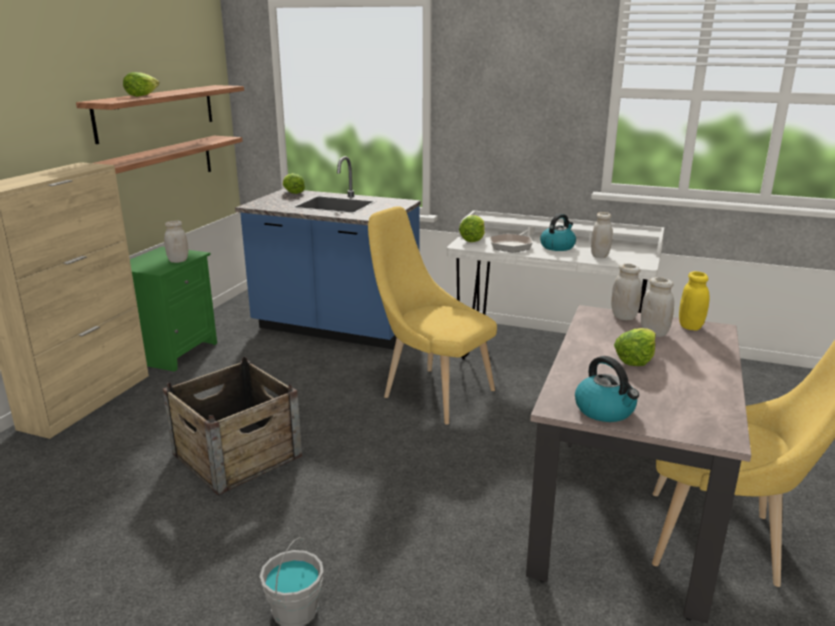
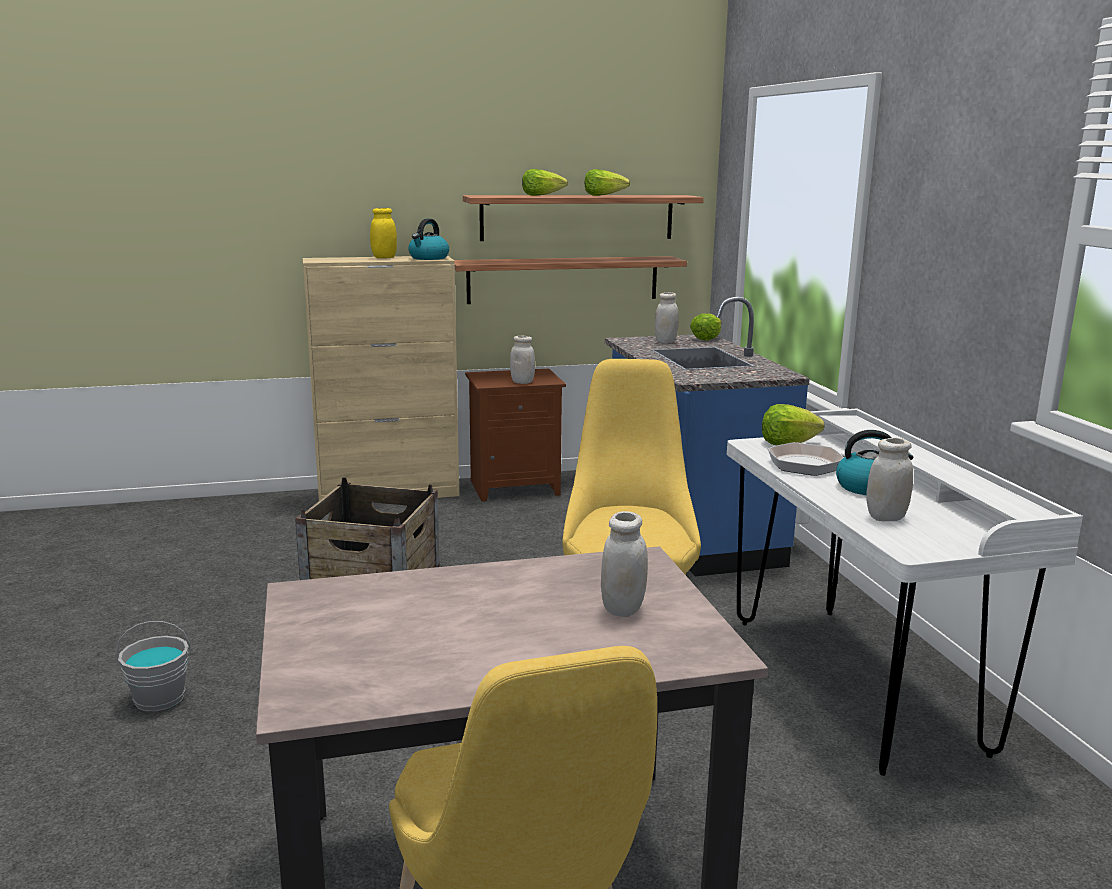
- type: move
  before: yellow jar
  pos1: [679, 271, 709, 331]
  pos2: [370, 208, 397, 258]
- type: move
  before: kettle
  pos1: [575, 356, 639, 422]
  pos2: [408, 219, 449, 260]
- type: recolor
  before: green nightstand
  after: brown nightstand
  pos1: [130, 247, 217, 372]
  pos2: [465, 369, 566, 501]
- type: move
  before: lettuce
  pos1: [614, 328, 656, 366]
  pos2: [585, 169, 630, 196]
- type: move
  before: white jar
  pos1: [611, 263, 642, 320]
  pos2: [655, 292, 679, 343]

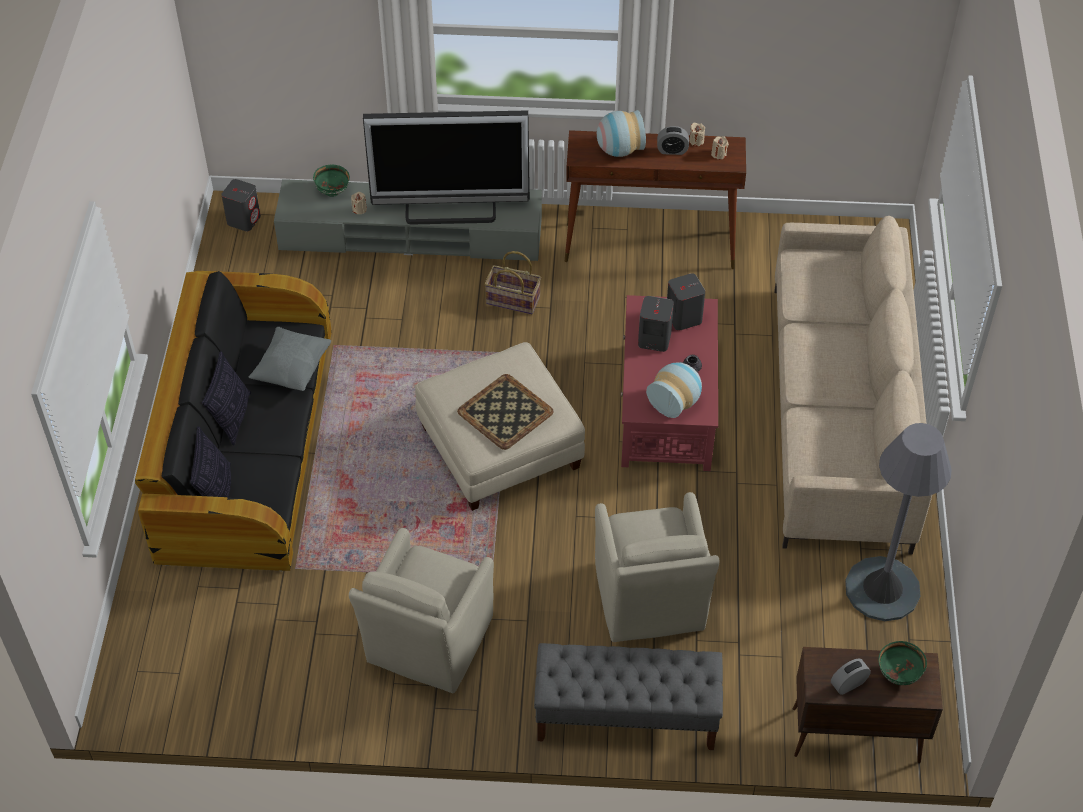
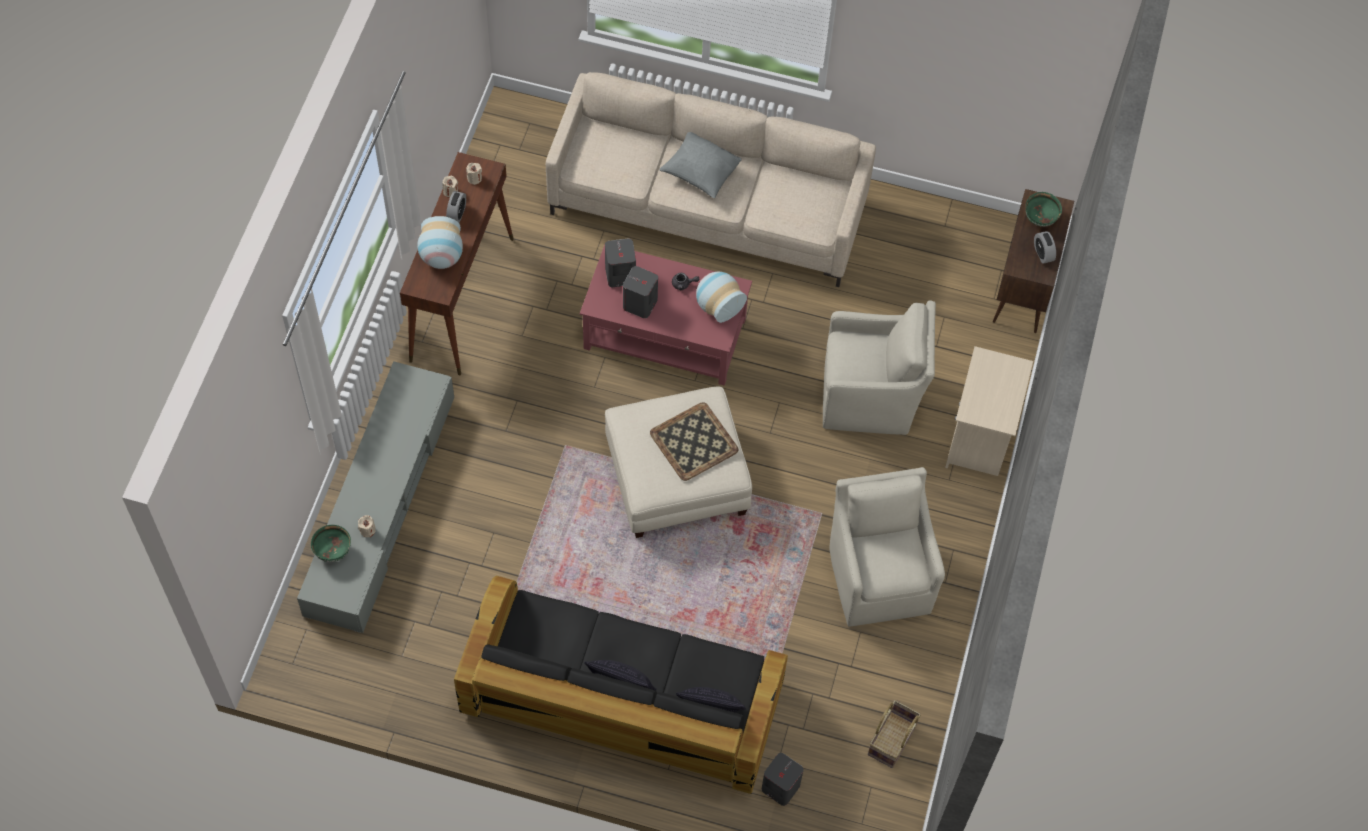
- type: move
  before: grey pillow
  pos1: [249, 327, 331, 391]
  pos2: [659, 132, 742, 198]
- type: move
  before: grey speaker
  pos1: [221, 179, 261, 231]
  pos2: [762, 753, 804, 806]
- type: rotate
  before: beige armchair
  pos1: [349, 528, 494, 693]
  pos2: [829, 467, 945, 627]
  turn: -135
- type: move
  before: basket
  pos1: [484, 251, 541, 314]
  pos2: [868, 700, 921, 768]
- type: replace
  before: grey bench
  after: beige nightstand
  pos1: [534, 643, 723, 750]
  pos2: [945, 346, 1033, 476]
- type: delete
  before: television
  pos1: [363, 110, 530, 225]
- type: delete
  before: grey floor lamp
  pos1: [845, 423, 952, 621]

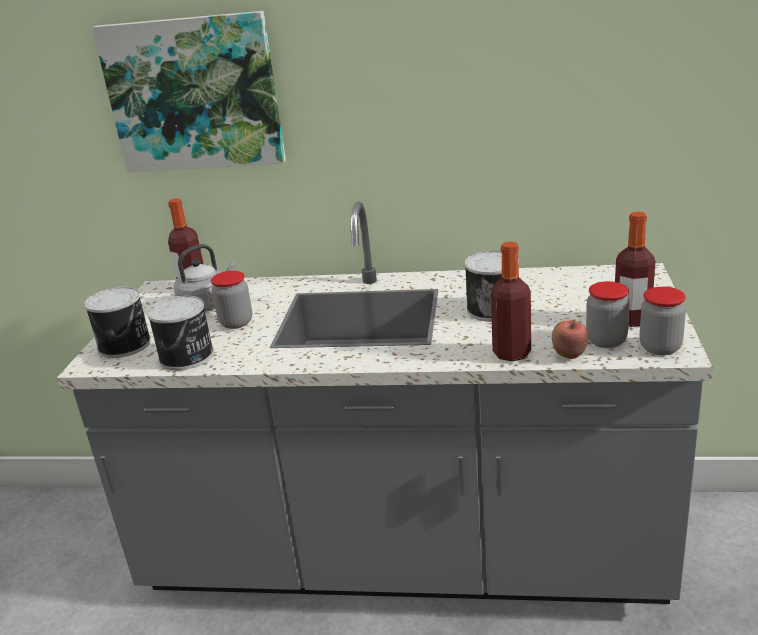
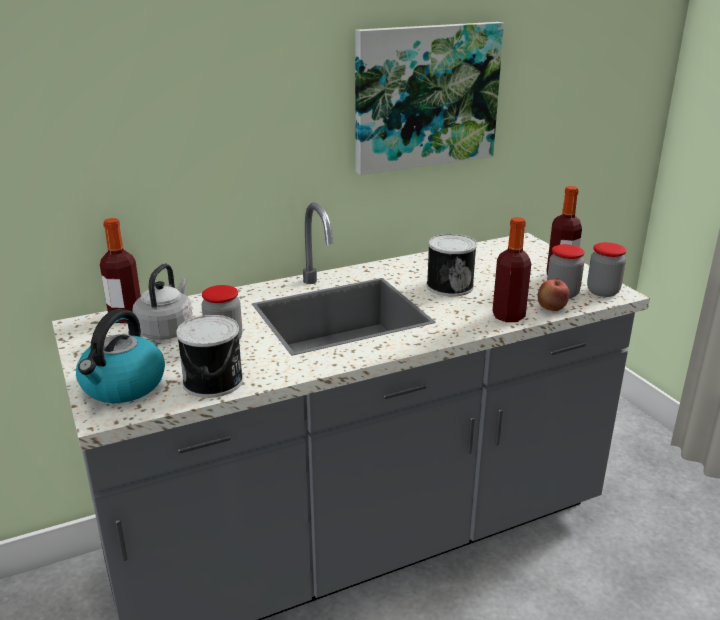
- type: replace
  before: can
  after: kettle
  pos1: [84, 287, 151, 358]
  pos2: [76, 309, 165, 403]
- type: move
  before: picture
  pos1: [92, 11, 286, 172]
  pos2: [355, 22, 504, 175]

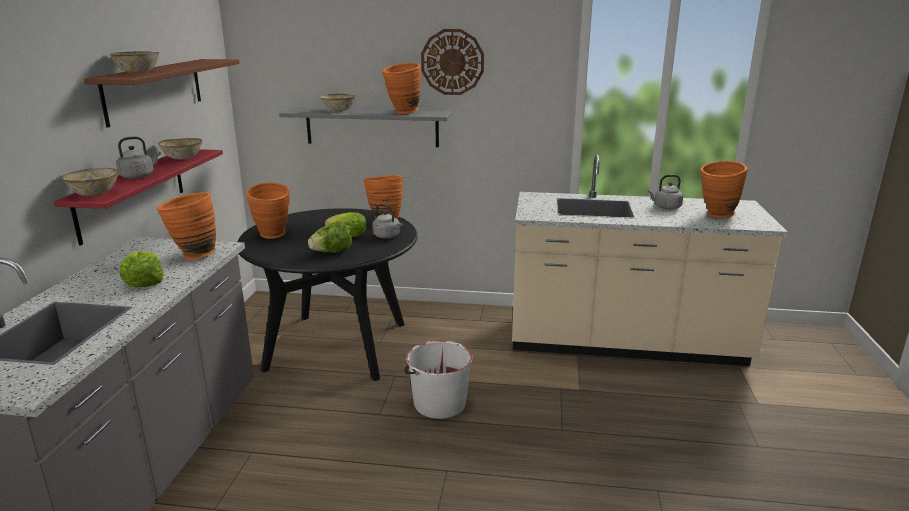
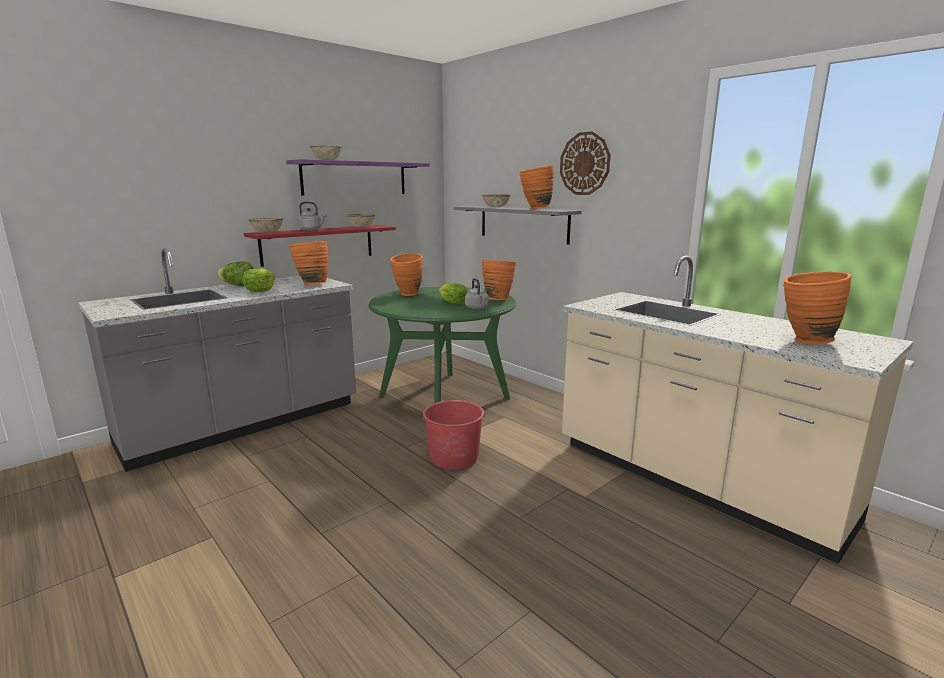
- type: move
  before: lettuce
  pos1: [308, 222, 352, 253]
  pos2: [217, 261, 254, 286]
- type: recolor
  before: brown shelf
  after: purple shelf
  pos1: [84, 59, 239, 128]
  pos2: [286, 159, 430, 196]
- type: recolor
  before: black dining table
  after: green dining table
  pos1: [237, 208, 418, 381]
  pos2: [368, 287, 516, 403]
- type: recolor
  before: white bucket
  after: red bucket
  pos1: [404, 340, 473, 419]
  pos2: [421, 400, 486, 470]
- type: delete
  before: grey kettle
  pos1: [648, 175, 683, 210]

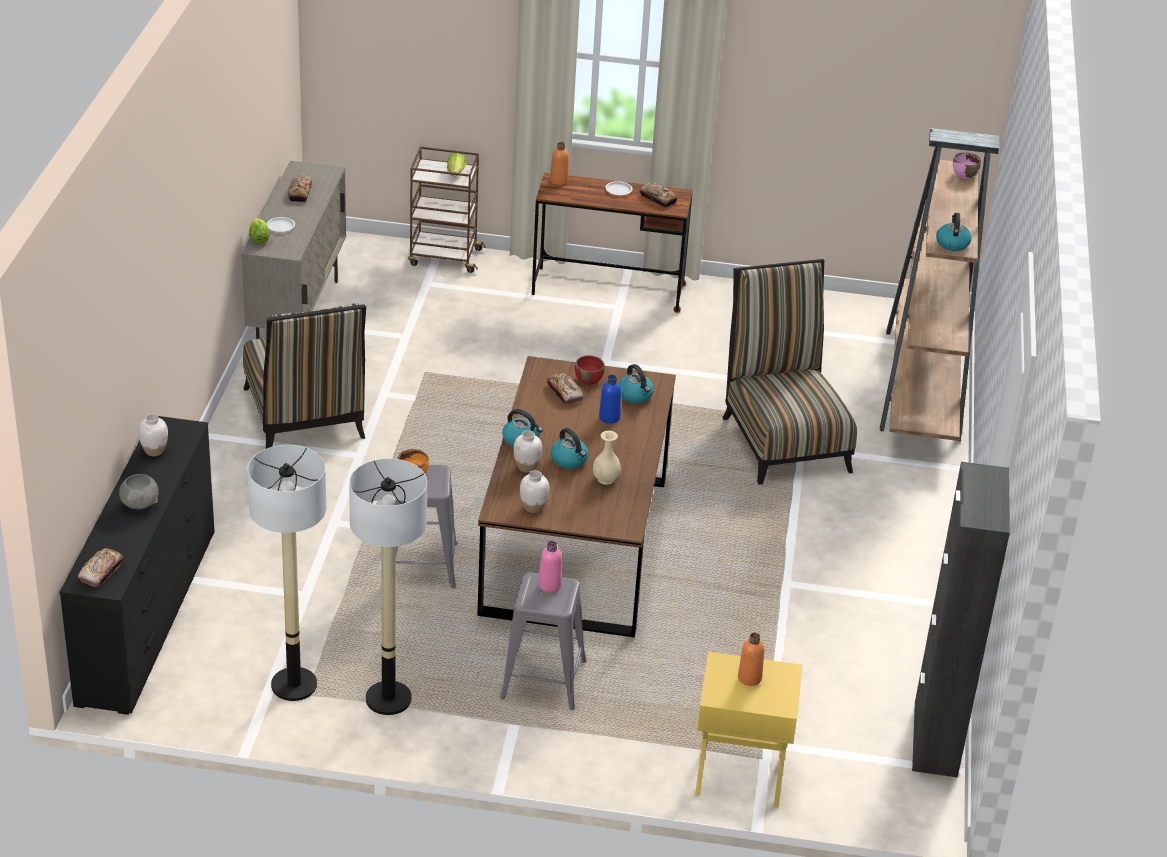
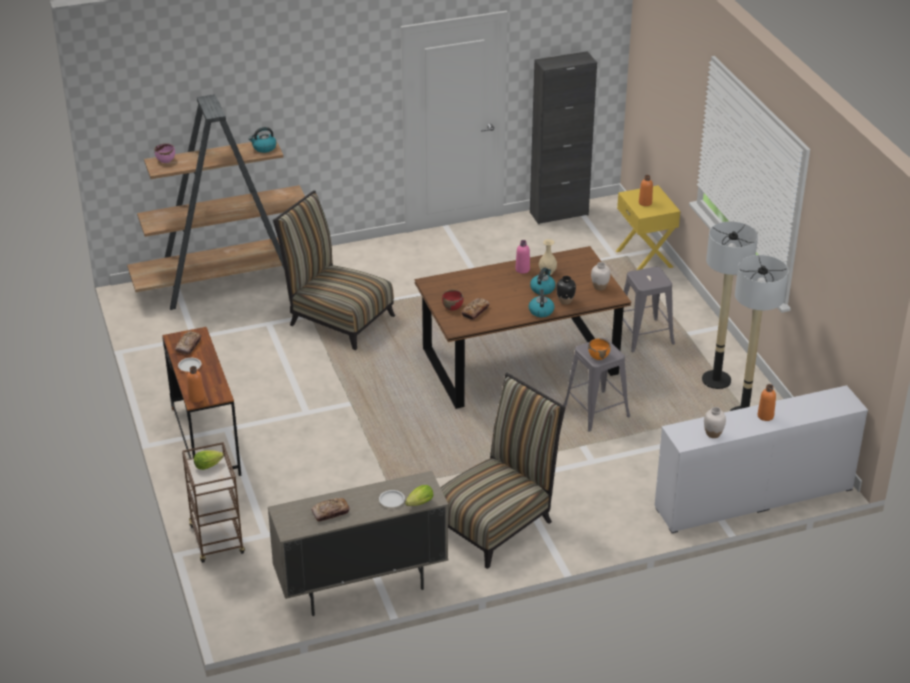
- type: rotate
  before: chair
  pos1: [722, 259, 857, 485]
  pos2: [273, 190, 395, 350]
  turn: 75
- type: move
  before: pink bottle
  pos1: [538, 541, 562, 592]
  pos2: [515, 240, 530, 274]
- type: recolor
  before: white vase
  after: black vase
  pos1: [513, 430, 542, 473]
  pos2: [556, 276, 576, 304]
- type: recolor
  before: black dresser
  after: white dresser
  pos1: [59, 416, 215, 715]
  pos2: [655, 385, 868, 533]
- type: replace
  before: grey bowl
  after: orange bottle
  pos1: [119, 474, 159, 509]
  pos2: [757, 384, 776, 421]
- type: delete
  before: bread
  pos1: [78, 548, 123, 587]
- type: delete
  before: blue bottle
  pos1: [599, 375, 621, 424]
- type: delete
  before: kettle
  pos1: [619, 364, 654, 404]

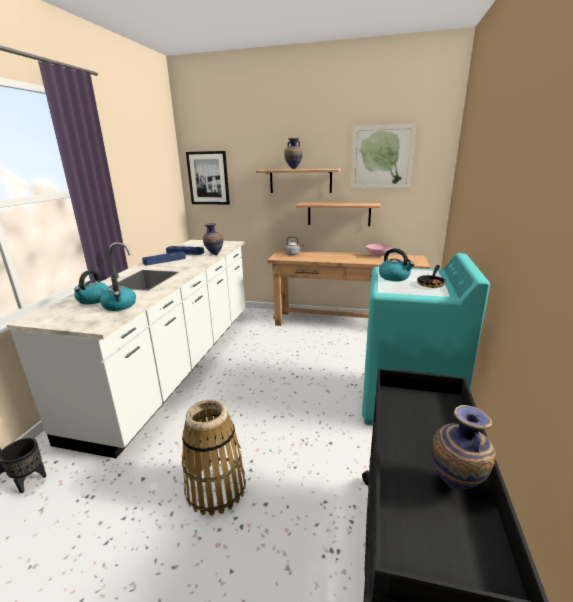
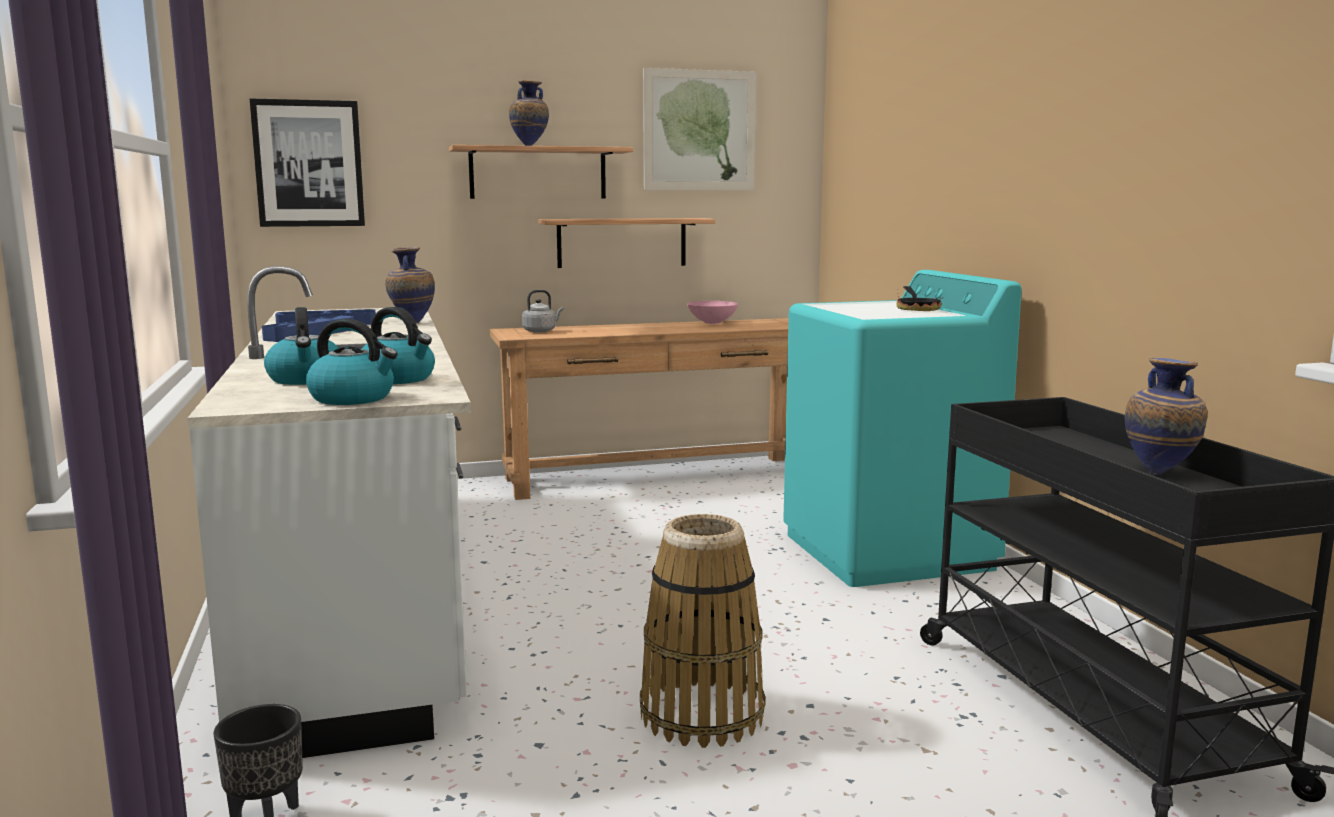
- type: move
  before: kettle
  pos1: [379, 248, 415, 281]
  pos2: [306, 319, 398, 405]

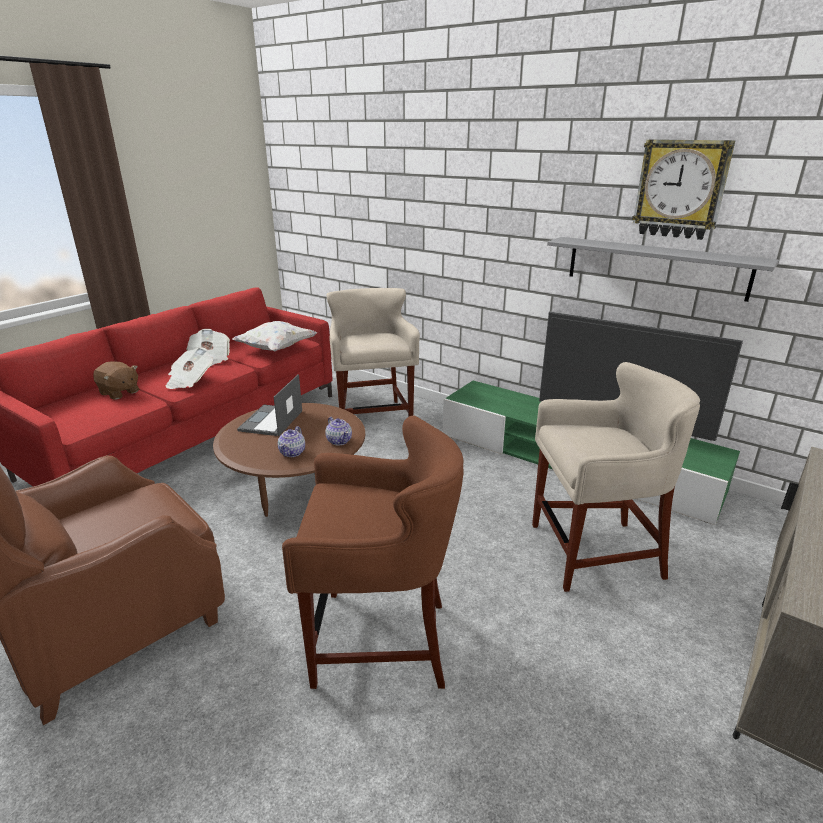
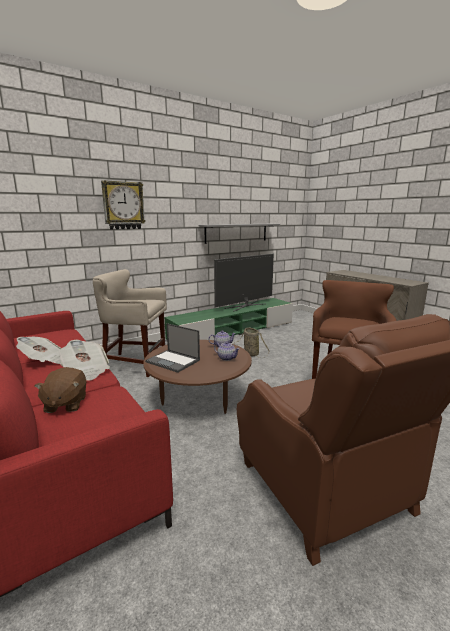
- type: rotate
  before: brown plush toy
  pos1: [93, 361, 139, 400]
  pos2: [35, 367, 86, 413]
  turn: 120
- type: move
  before: wall clock
  pos1: [632, 139, 735, 240]
  pos2: [101, 180, 145, 230]
- type: insert
  after: basket
  pos2: [235, 328, 270, 358]
- type: delete
  before: white pillow
  pos1: [232, 321, 317, 351]
- type: delete
  before: beige stool
  pos1: [532, 362, 700, 592]

